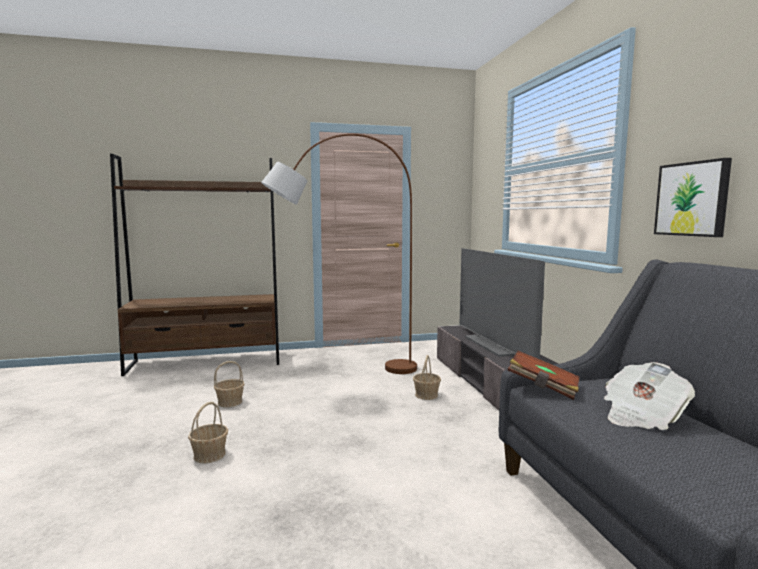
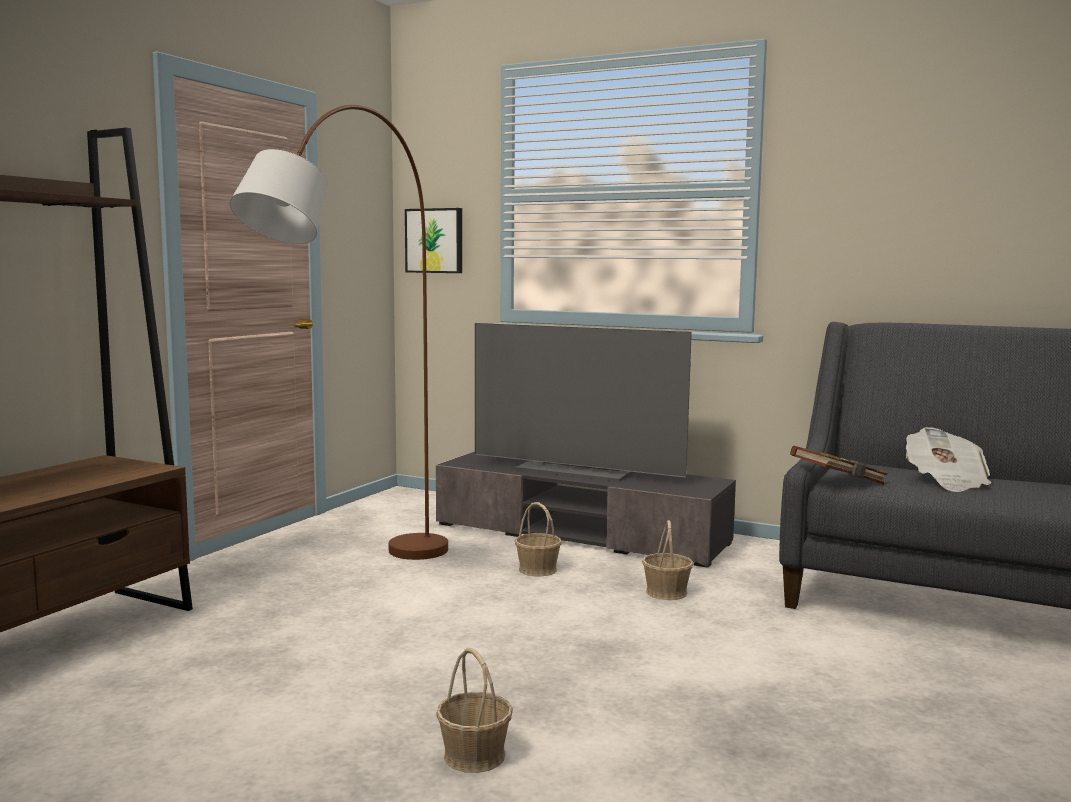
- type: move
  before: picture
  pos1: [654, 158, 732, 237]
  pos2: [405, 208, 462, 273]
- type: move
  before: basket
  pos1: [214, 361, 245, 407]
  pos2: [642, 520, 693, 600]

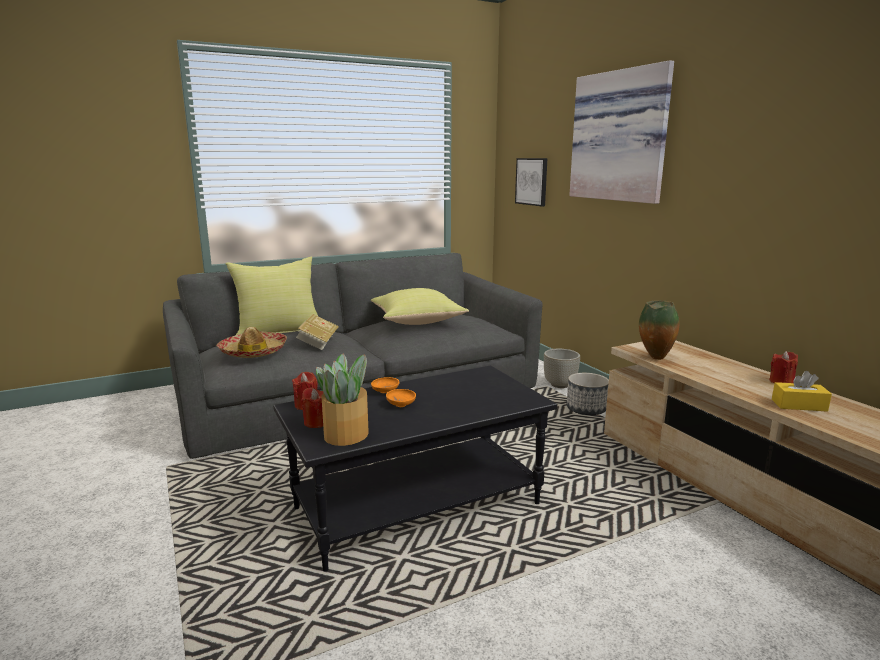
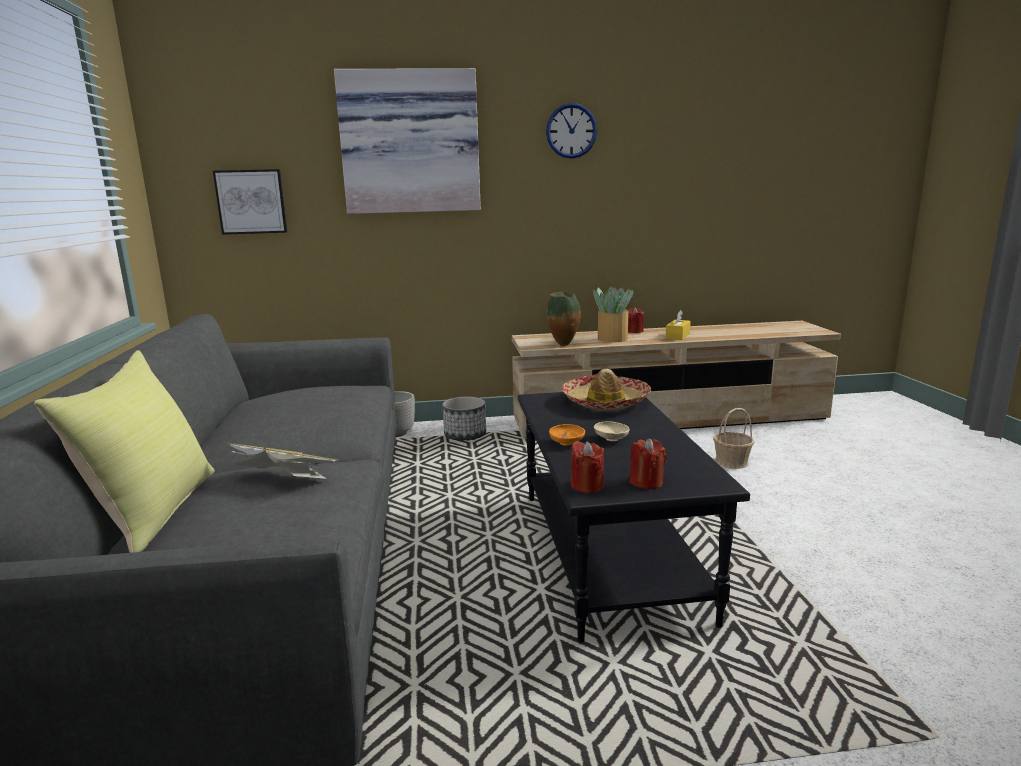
- type: insert
  after: wall clock
  pos2: [546, 103, 597, 159]
- type: move
  before: hat
  pos1: [216, 327, 287, 358]
  pos2: [562, 369, 651, 410]
- type: move
  before: potted plant
  pos1: [316, 353, 369, 446]
  pos2: [593, 287, 633, 342]
- type: recolor
  before: orange bowl
  after: beige bowl
  pos1: [386, 389, 416, 407]
  pos2: [594, 421, 630, 441]
- type: insert
  after: basket
  pos2: [713, 408, 754, 469]
- type: delete
  before: yellow pillow
  pos1: [371, 288, 469, 325]

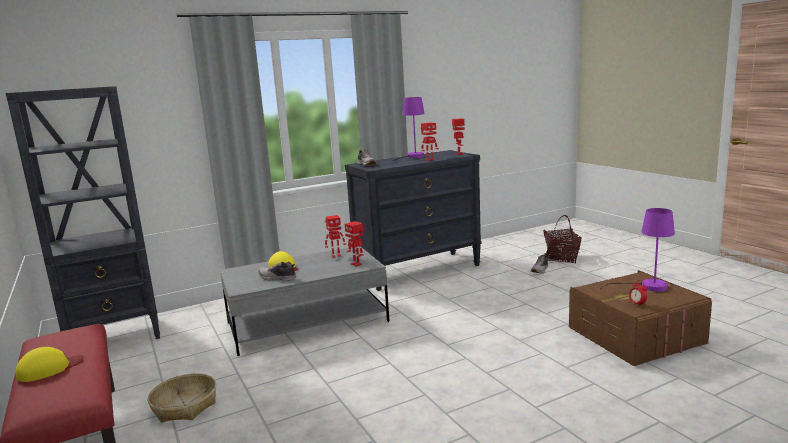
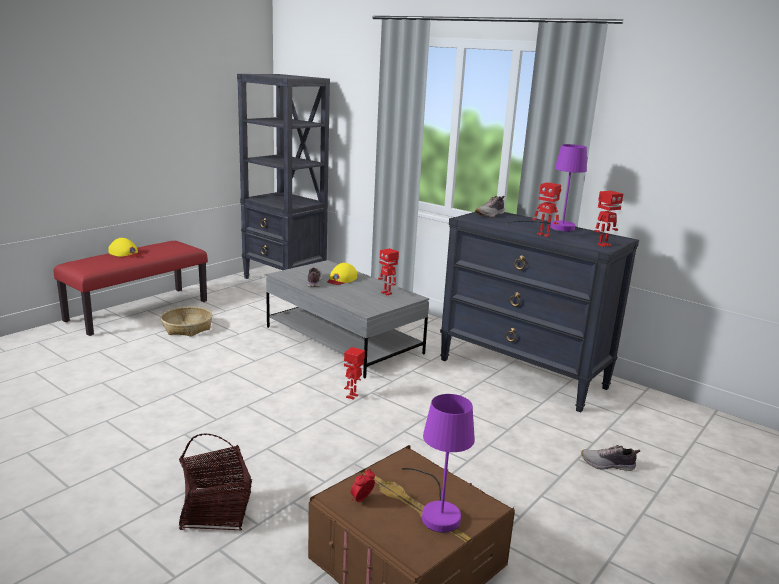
- type: move
  before: basket
  pos1: [543, 215, 582, 264]
  pos2: [179, 434, 252, 530]
- type: move
  before: toy robot
  pos1: [345, 221, 363, 267]
  pos2: [344, 347, 365, 400]

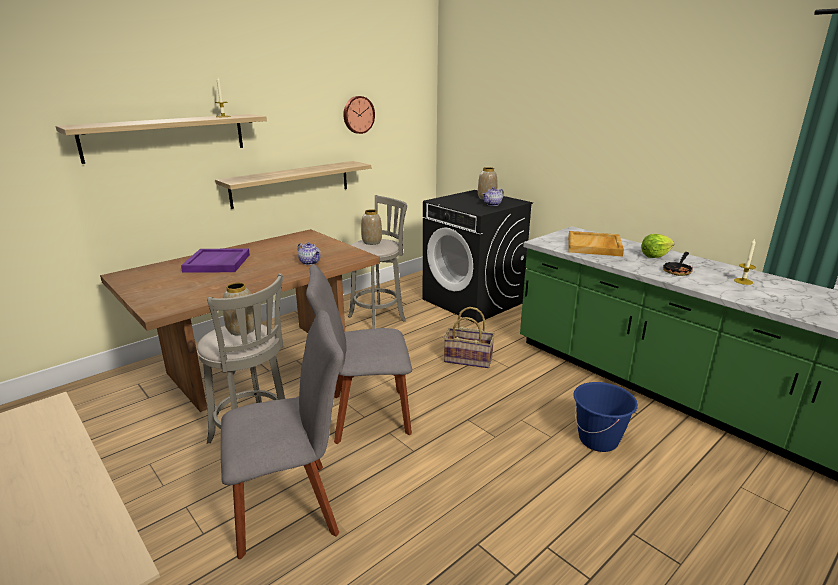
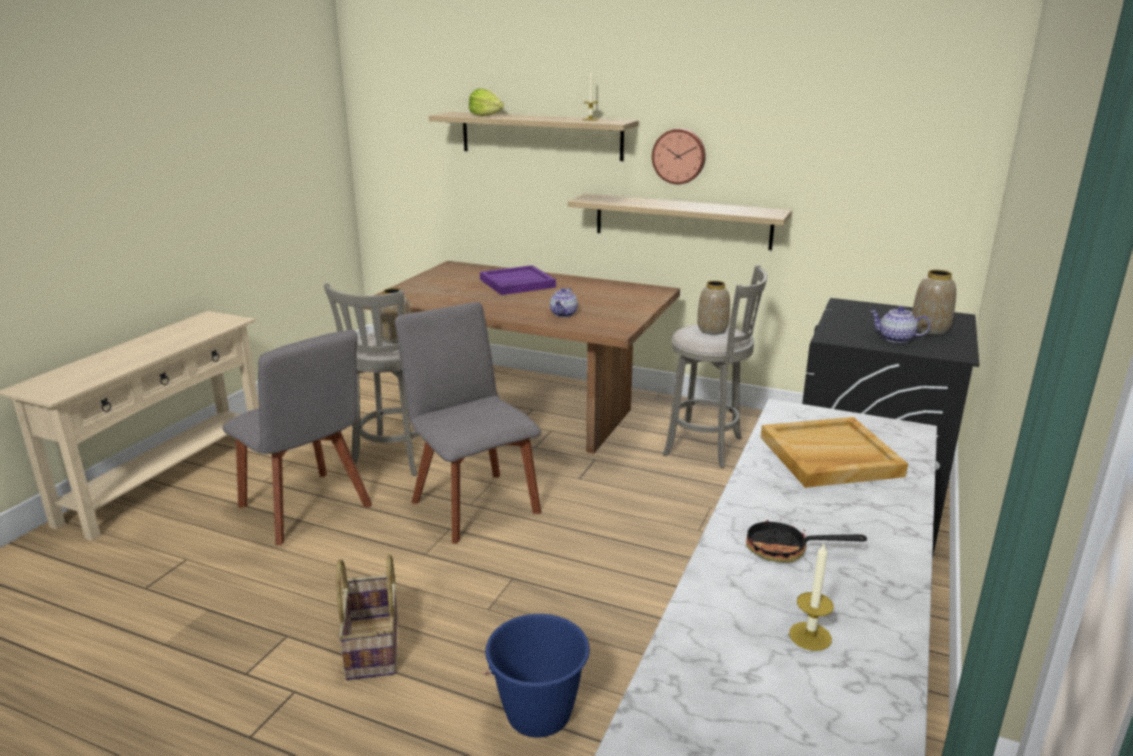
- type: move
  before: basket
  pos1: [444, 307, 495, 368]
  pos2: [336, 554, 398, 680]
- type: move
  before: lettuce
  pos1: [641, 234, 674, 258]
  pos2: [469, 88, 504, 116]
- type: move
  before: wall clock
  pos1: [343, 96, 375, 134]
  pos2: [652, 128, 706, 184]

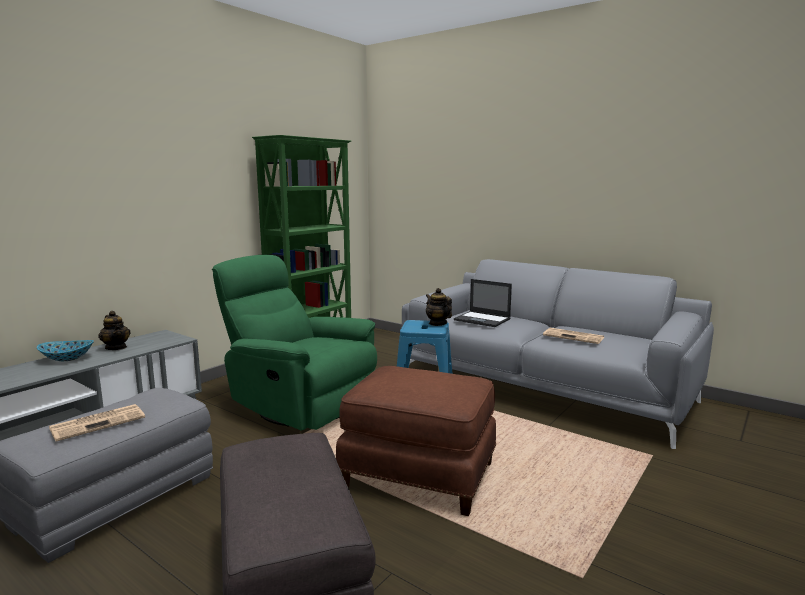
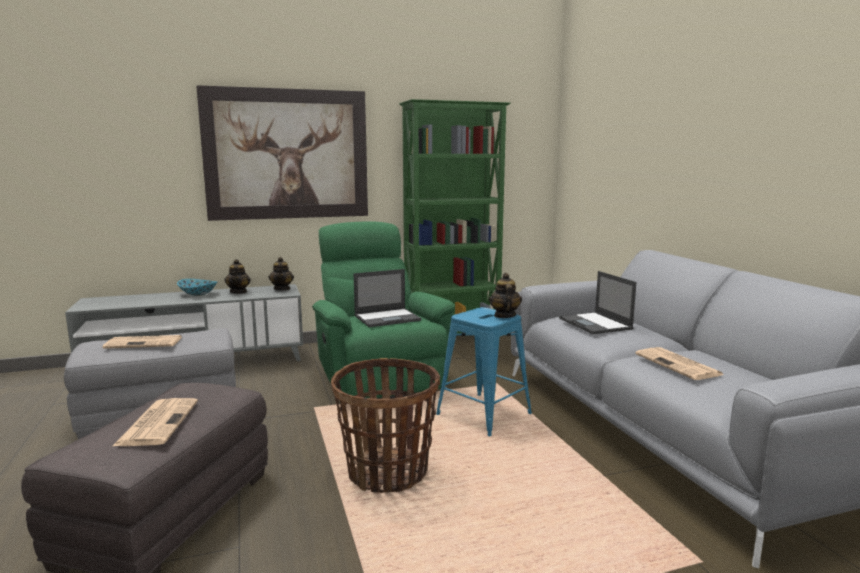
- type: insert
  after: newspaper
  pos2: [113, 398, 198, 446]
- type: insert
  after: picture
  pos2: [196, 85, 368, 221]
- type: insert
  after: teapot
  pos2: [269, 257, 294, 291]
- type: replace
  before: brown ottoman
  after: basket
  pos1: [336, 366, 496, 516]
  pos2: [331, 358, 440, 493]
- type: insert
  after: laptop
  pos2: [354, 269, 421, 327]

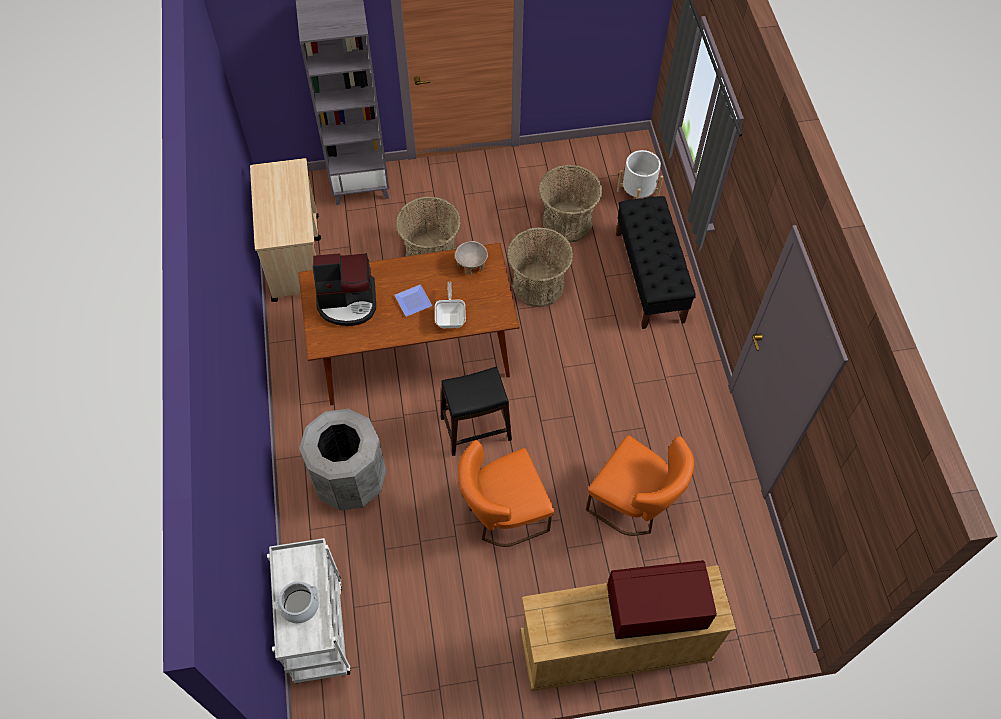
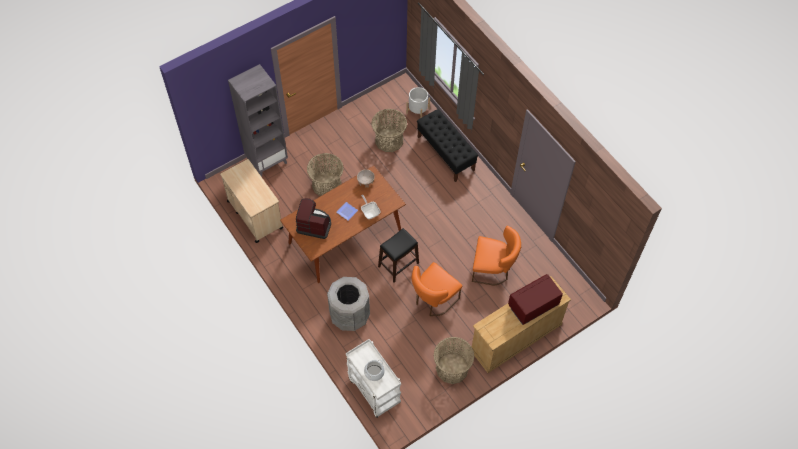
- type: rotate
  before: coffee machine
  pos1: [313, 253, 376, 326]
  pos2: [296, 198, 331, 239]
  turn: -135
- type: move
  before: basket
  pos1: [507, 227, 573, 307]
  pos2: [434, 337, 474, 384]

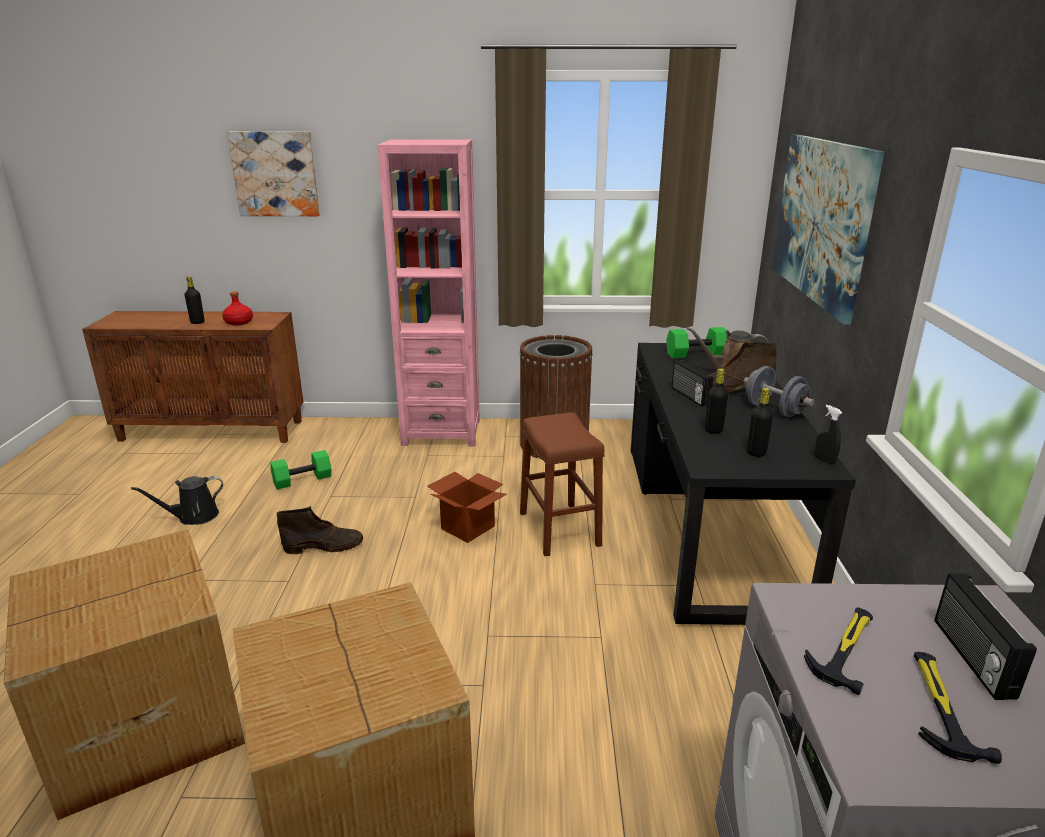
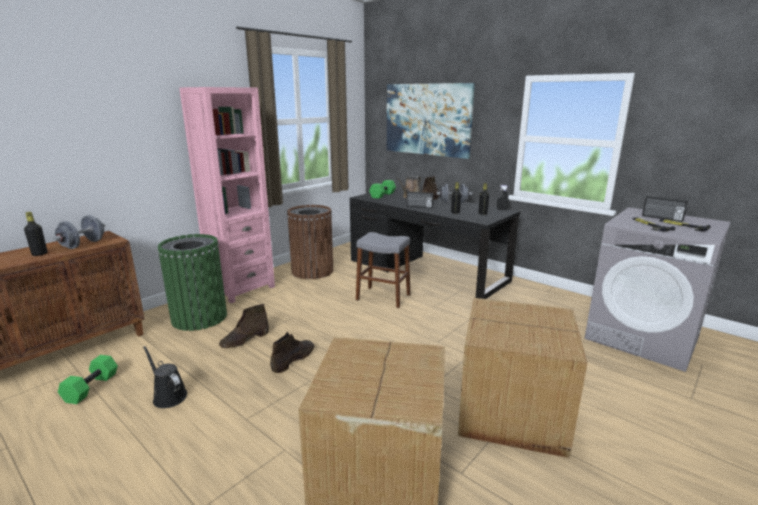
- type: replace
  before: red bottle
  after: grey dumbbell
  pos1: [222, 291, 253, 325]
  pos2: [53, 215, 105, 249]
- type: move
  before: green dumbbell
  pos1: [270, 450, 331, 489]
  pos2: [58, 355, 118, 404]
- type: rotate
  before: black watering can
  pos1: [131, 476, 223, 525]
  pos2: [143, 346, 187, 408]
  turn: 120
- type: insert
  after: green trash can
  pos2: [158, 234, 227, 331]
- type: insert
  after: brown boot
  pos2: [219, 304, 269, 348]
- type: recolor
  before: brown stool
  after: grey stool
  pos1: [520, 412, 605, 556]
  pos2: [356, 232, 410, 308]
- type: delete
  before: picture
  pos1: [227, 131, 320, 216]
- type: delete
  before: cardboard box
  pos1: [427, 472, 507, 543]

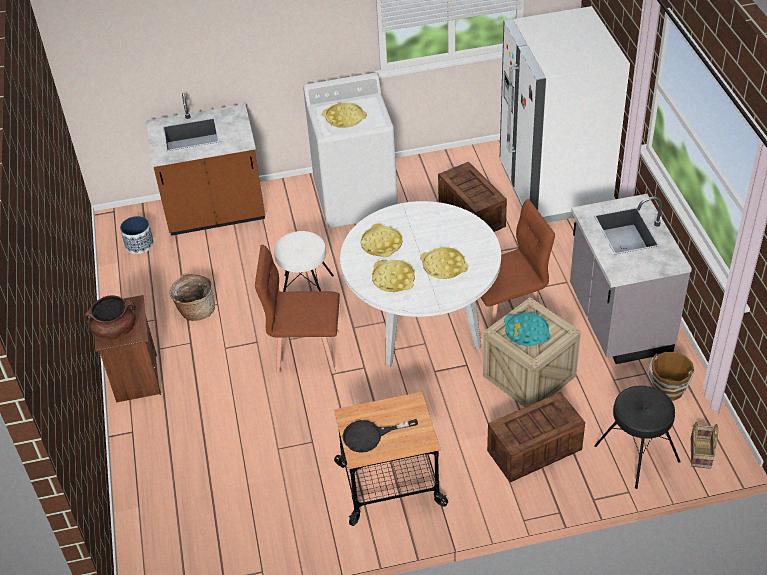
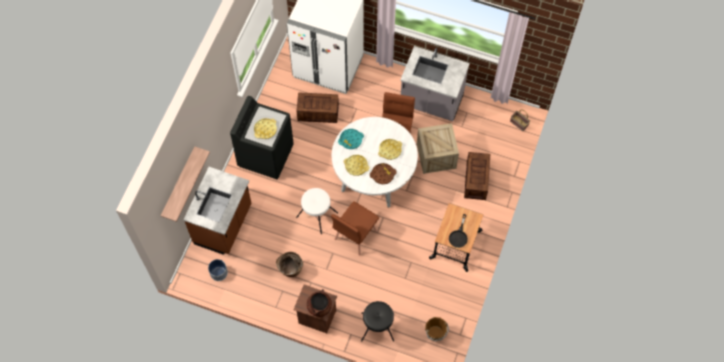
- type: insert
  after: shelf
  pos2: [161, 146, 210, 222]
- type: recolor
  before: white washing machine
  after: black washing machine
  pos1: [303, 73, 398, 228]
  pos2: [230, 96, 294, 179]
- type: move
  before: turquoise tray
  pos1: [504, 312, 551, 346]
  pos2: [338, 129, 364, 149]
- type: move
  before: black stool
  pos1: [594, 386, 681, 489]
  pos2: [361, 301, 394, 342]
- type: recolor
  before: yellow tray
  after: brown tray
  pos1: [372, 260, 415, 292]
  pos2: [370, 163, 397, 184]
- type: move
  before: brown bucket
  pos1: [648, 352, 694, 401]
  pos2: [425, 317, 449, 341]

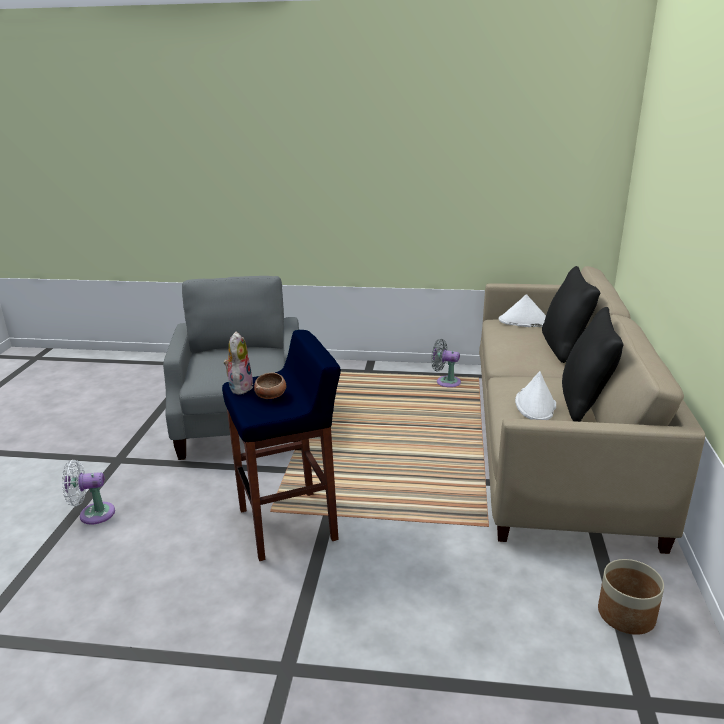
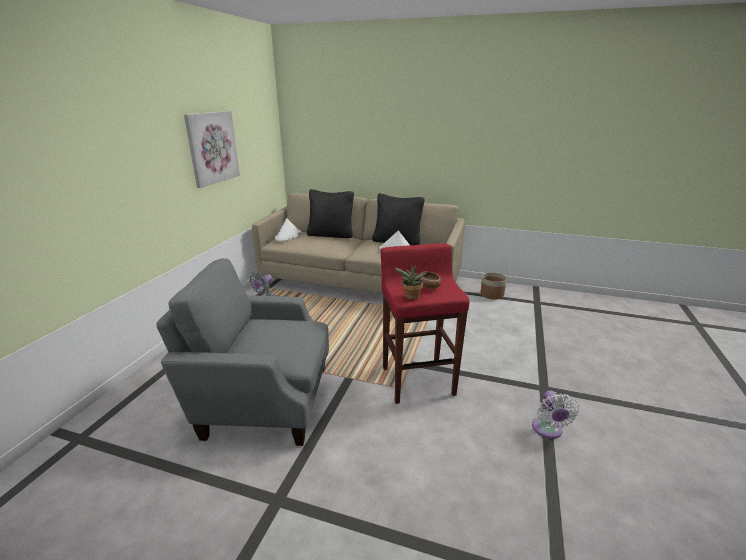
- type: insert
  after: picture
  pos2: [184, 111, 240, 188]
- type: recolor
  before: blue stool
  after: red stool
  pos1: [222, 330, 341, 561]
  pos2: [381, 243, 470, 404]
- type: replace
  before: plush toy
  after: potted plant
  pos1: [224, 332, 253, 395]
  pos2: [393, 265, 428, 300]
- type: move
  before: white fan
  pos1: [62, 460, 115, 525]
  pos2: [532, 390, 579, 439]

